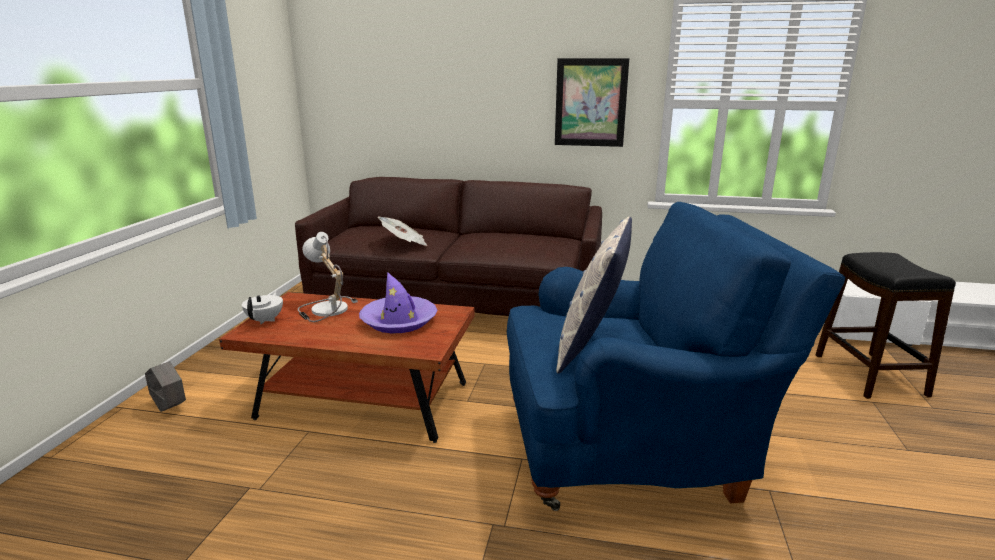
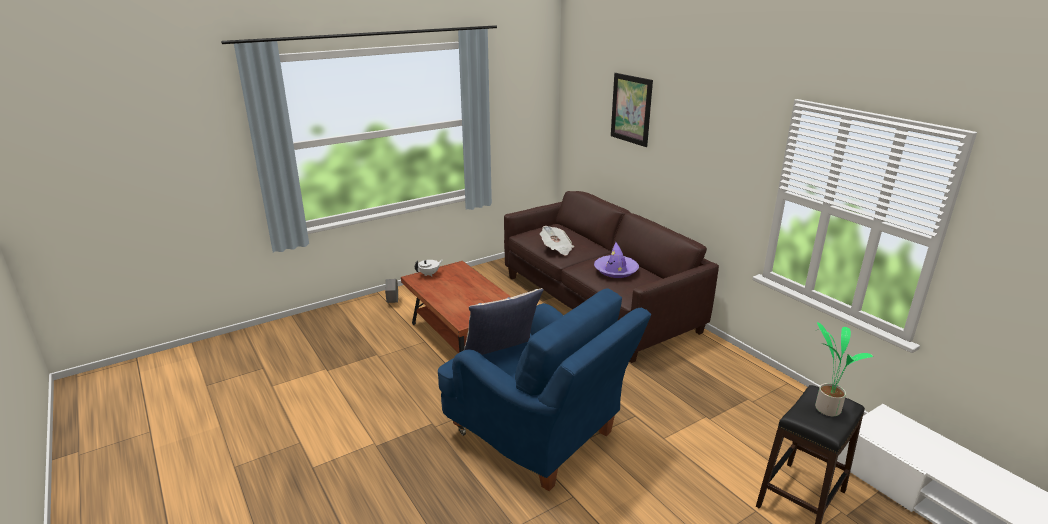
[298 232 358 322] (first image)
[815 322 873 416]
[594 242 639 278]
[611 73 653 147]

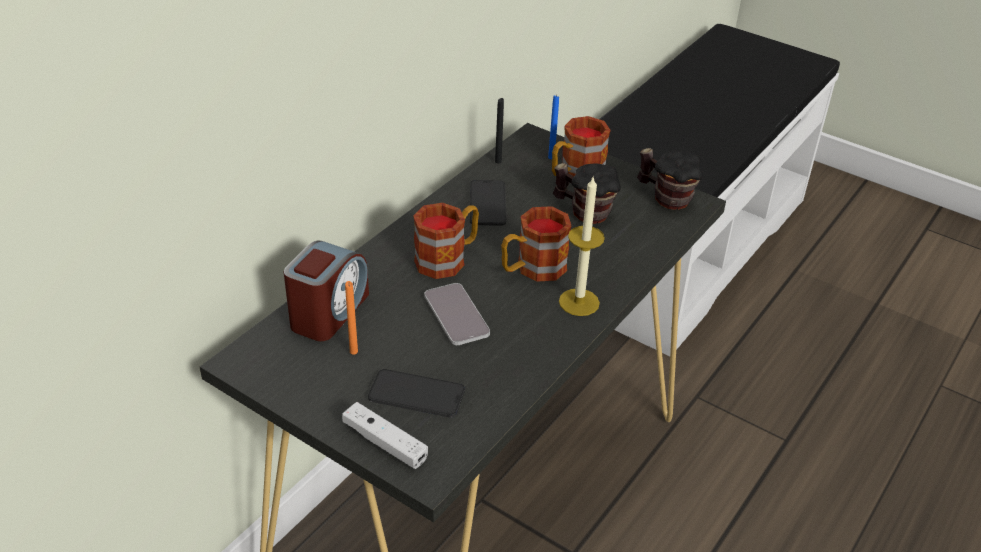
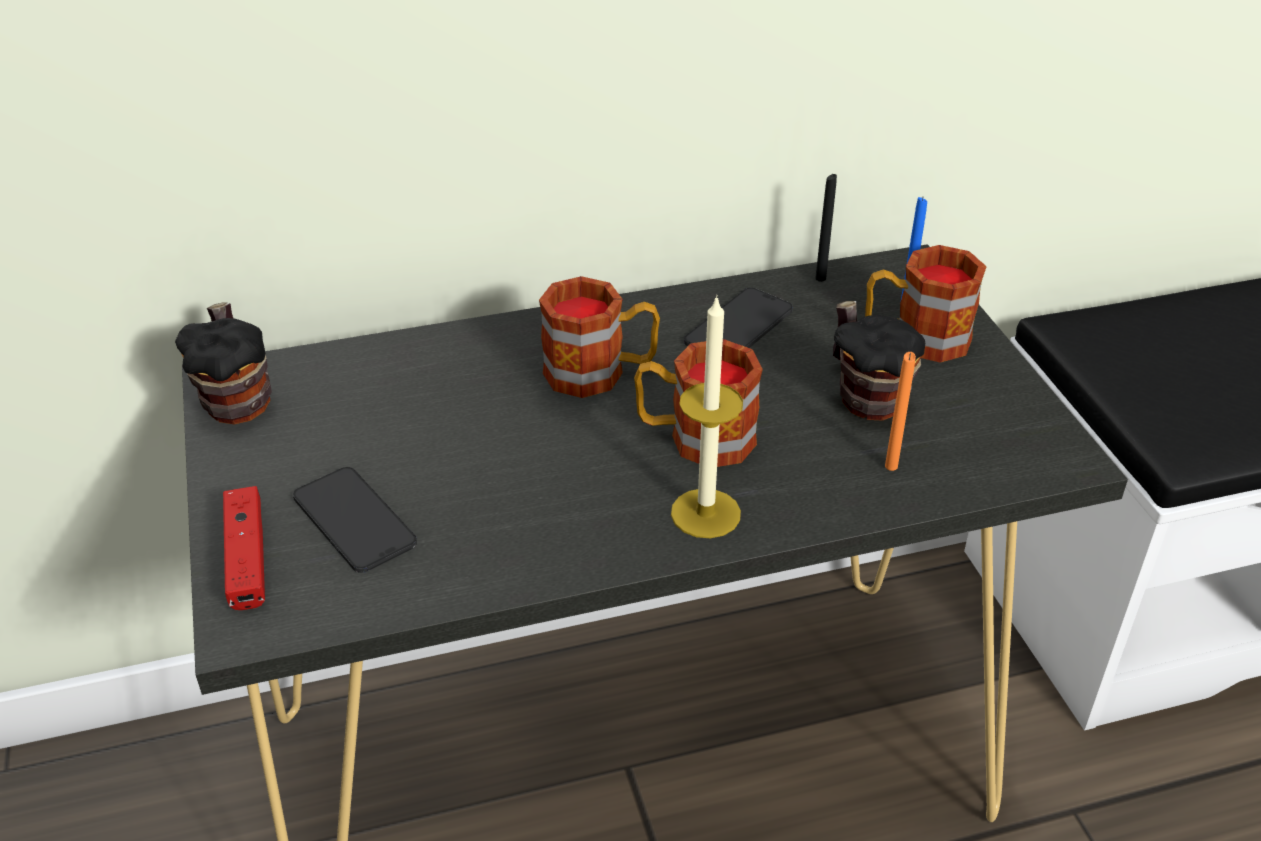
[284 240 369 341] (first image)
[424 283 490 345] (first image)
[885 352 916 471]
[175 302 272 424]
[223 486 265 610]

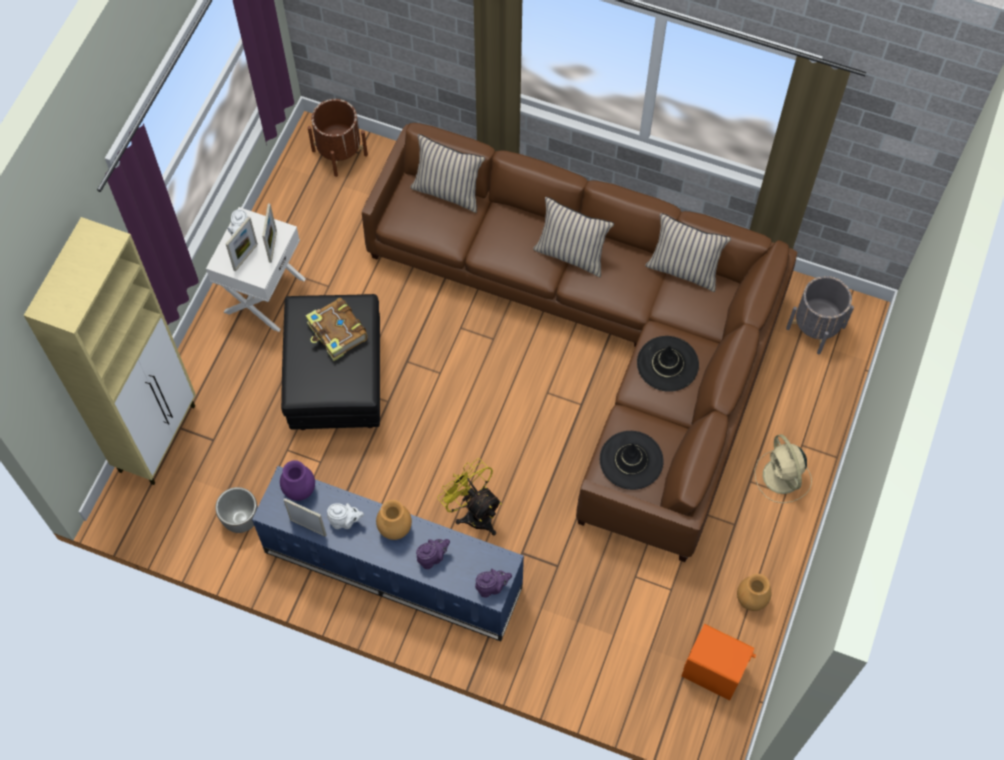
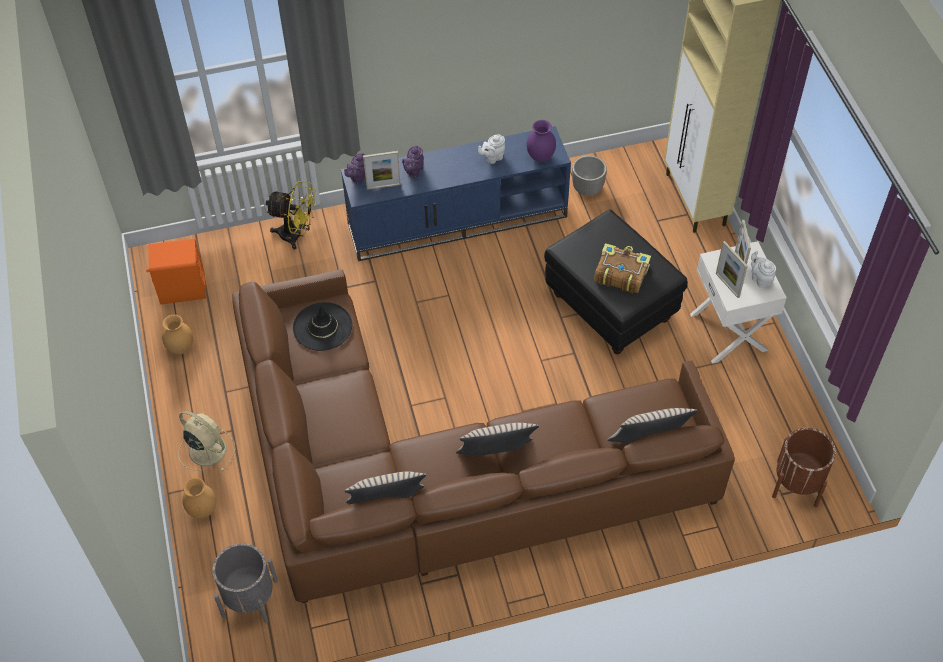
[637 336 699 392] (first image)
[363 151 401 190]
[183 478 216 519]
[265 181 316 250]

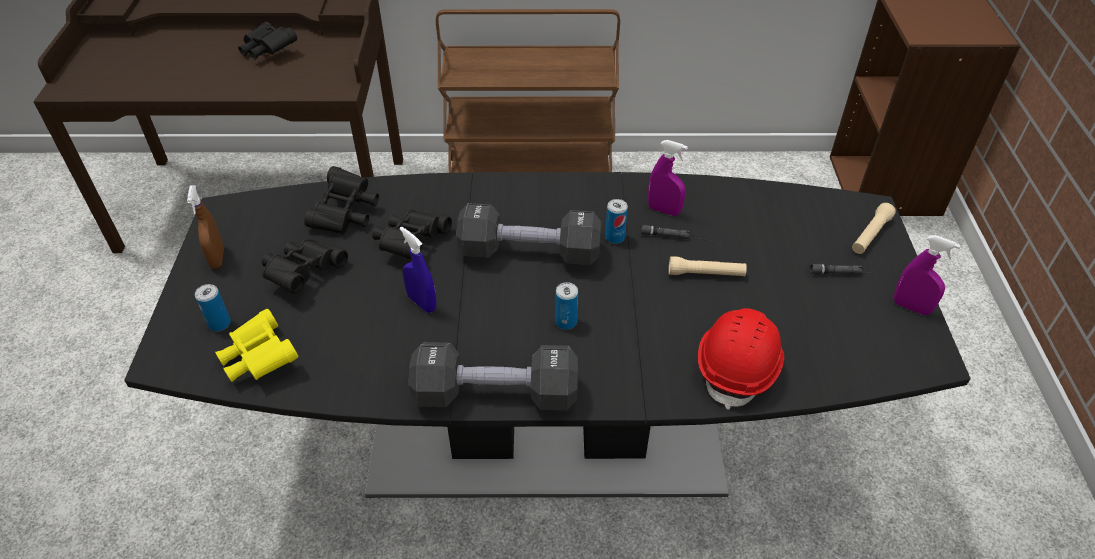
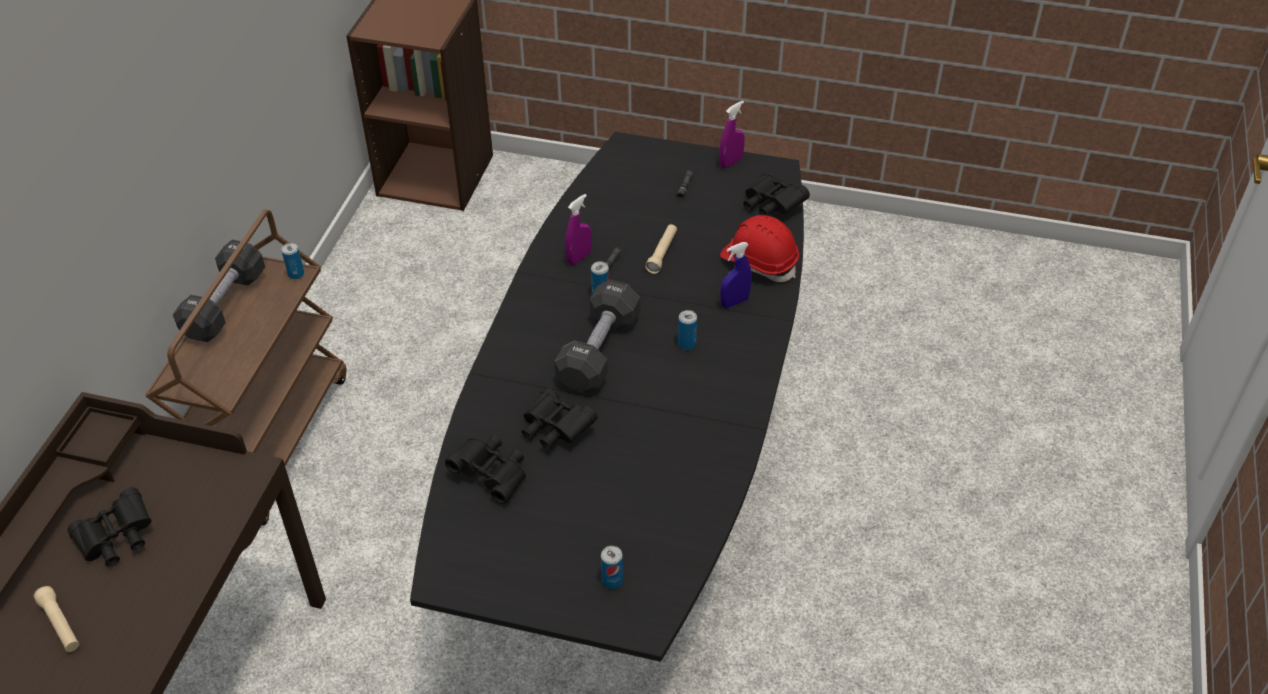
[187 185 224 269] (first image)
[215 309 298 382] (first image)
[282 243 304 279]
[743 171 810 216]
[720 242 751 308]
[173 240 265 342]
[34 586 79 652]

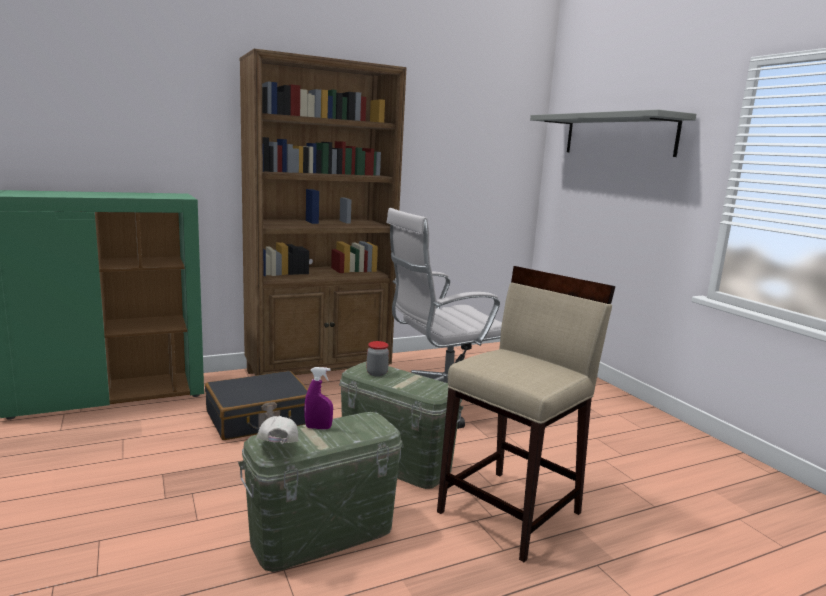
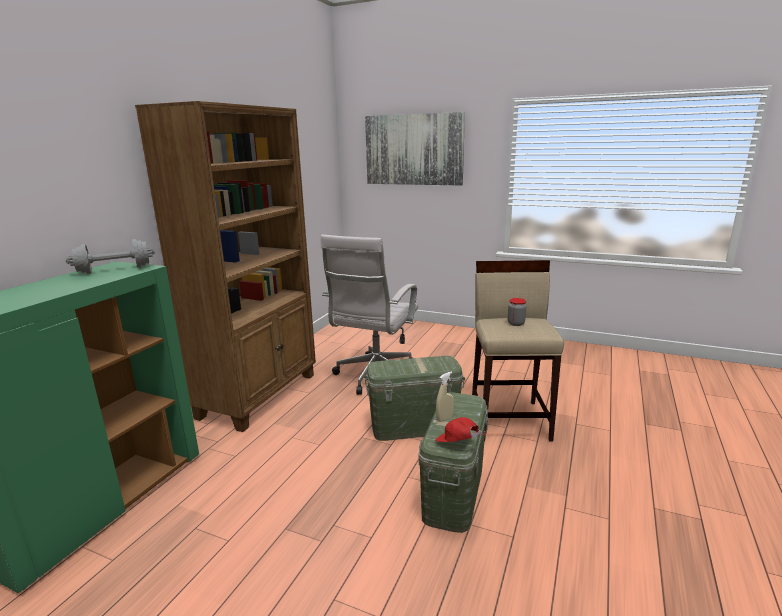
[205 371 308 440] (first image)
[66 239 155 274]
[508 298 526 326]
[365 112 465 186]
[435 417 487 442]
[436 371 454 422]

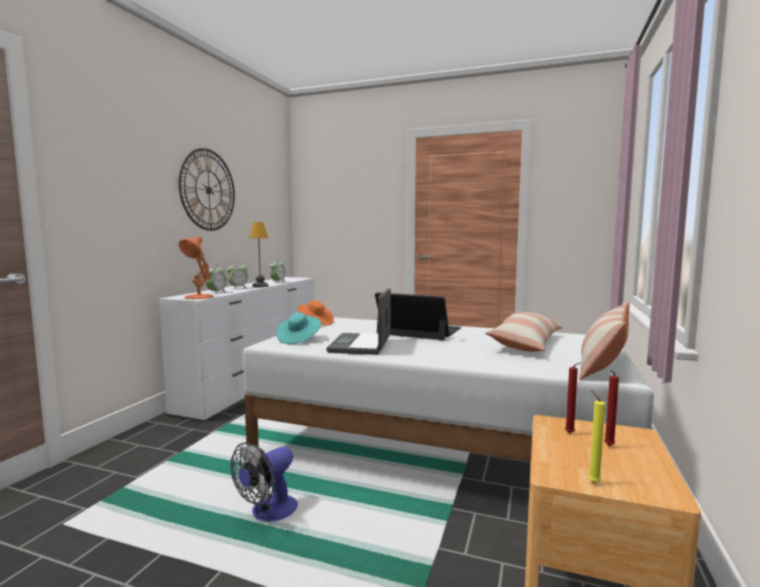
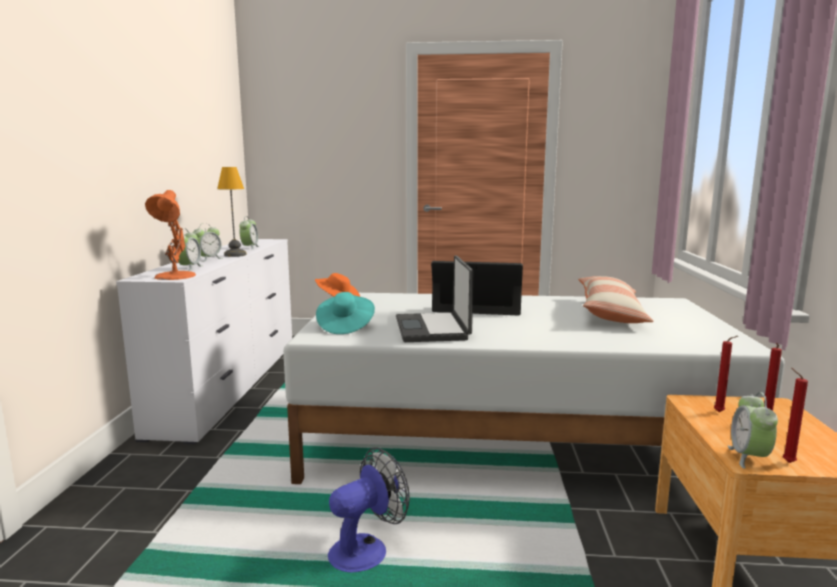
[179 148 235 231] (first image)
[579 301 630 380] (first image)
[728 392 778 469]
[783 368 808 463]
[328 447 410 572]

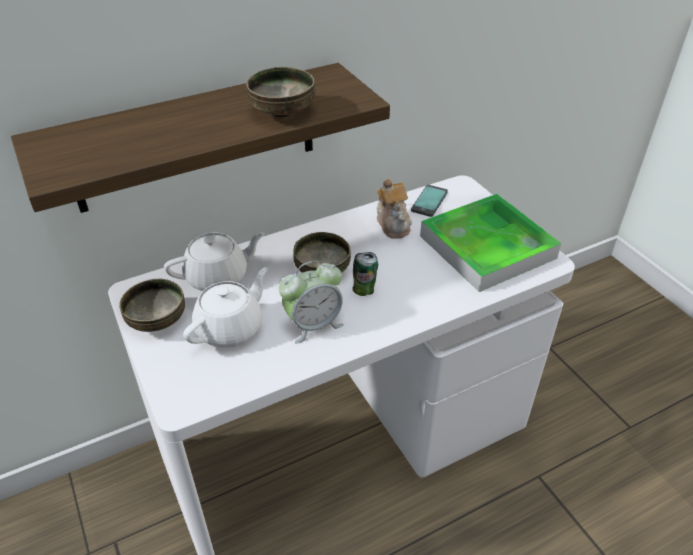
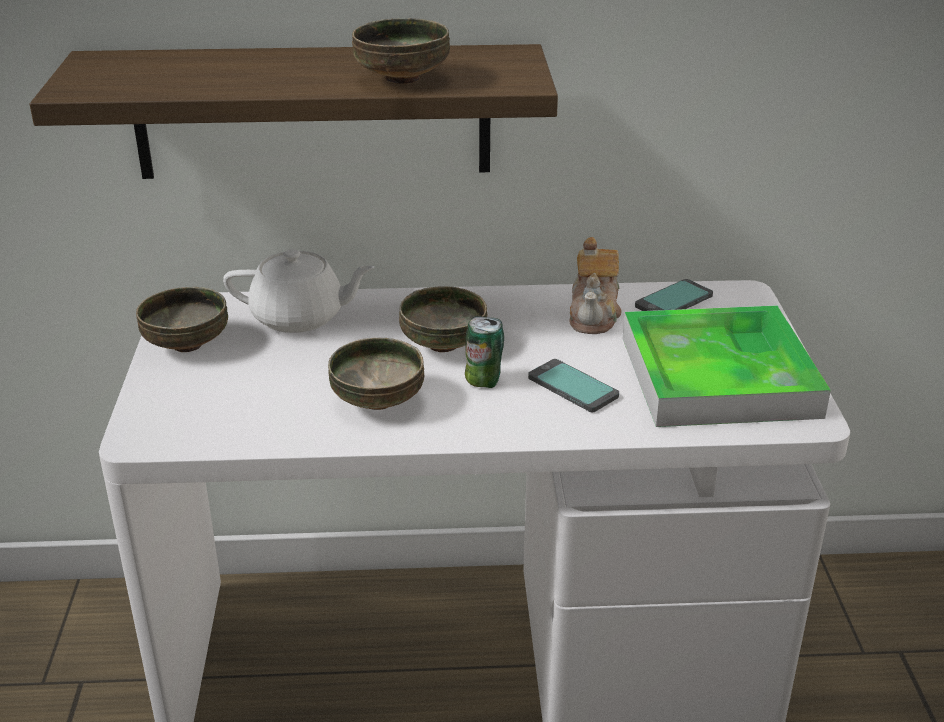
[183 267 268 347] (first image)
[528 359 619 412]
[328 338 424 410]

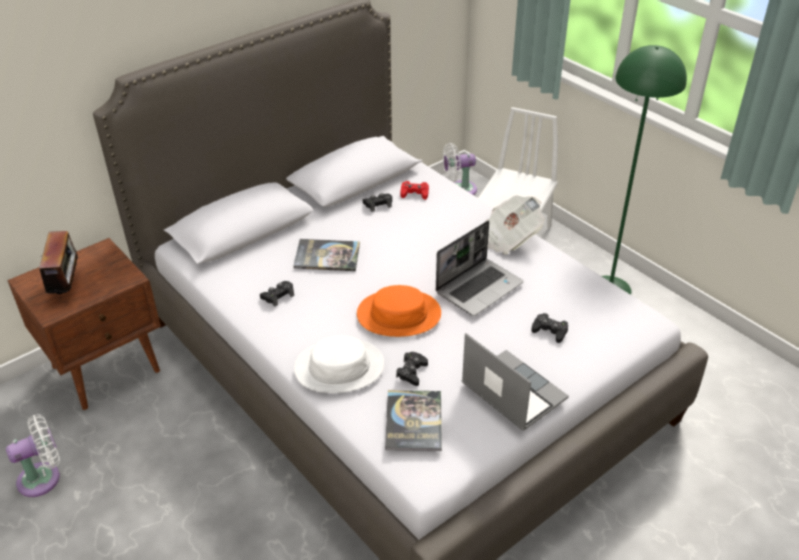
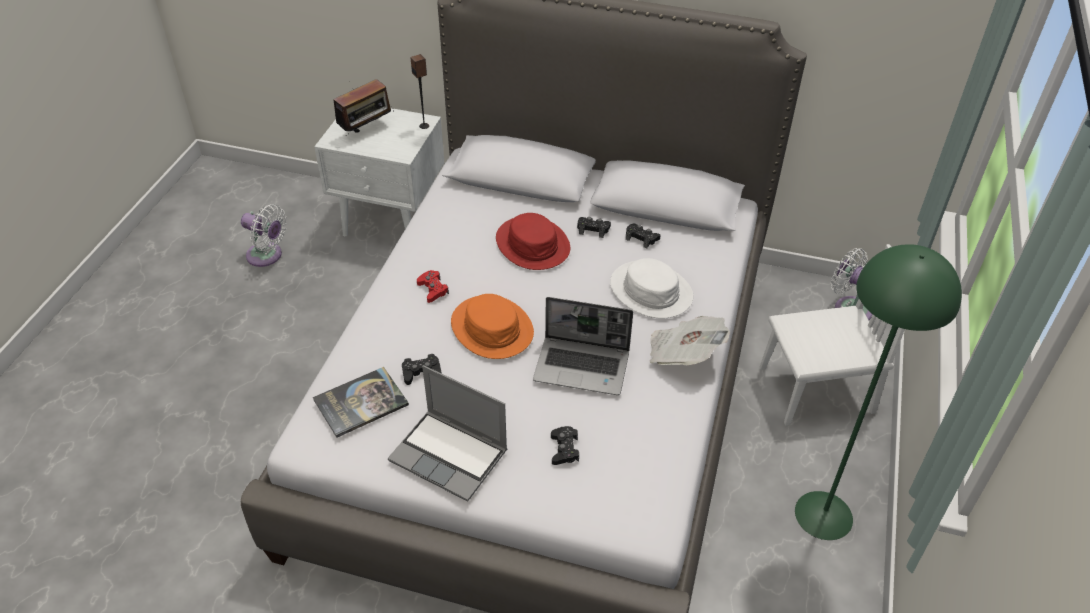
[410 54 429 129]
[577 217 611 238]
[610 258 693 319]
[417 270 449 303]
[496 213 571 270]
[314 108 444 237]
[388 365 507 502]

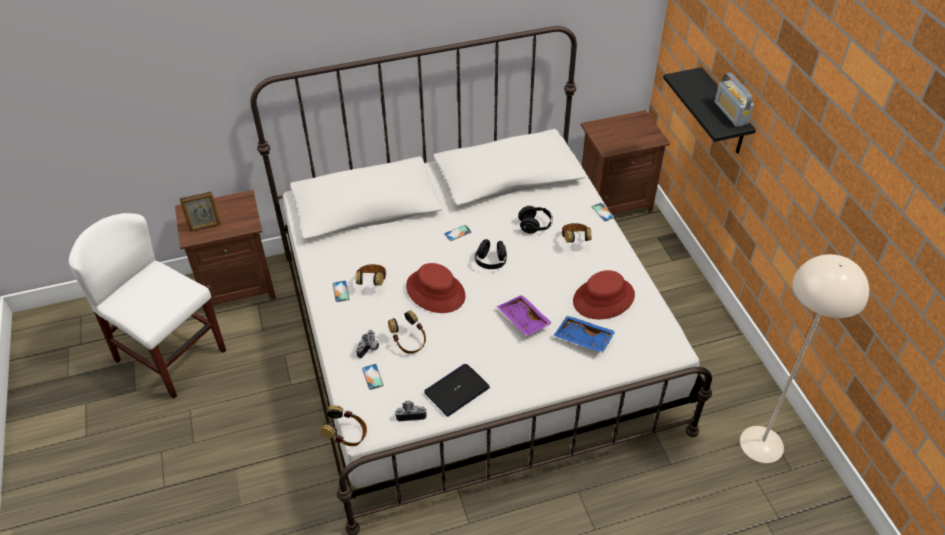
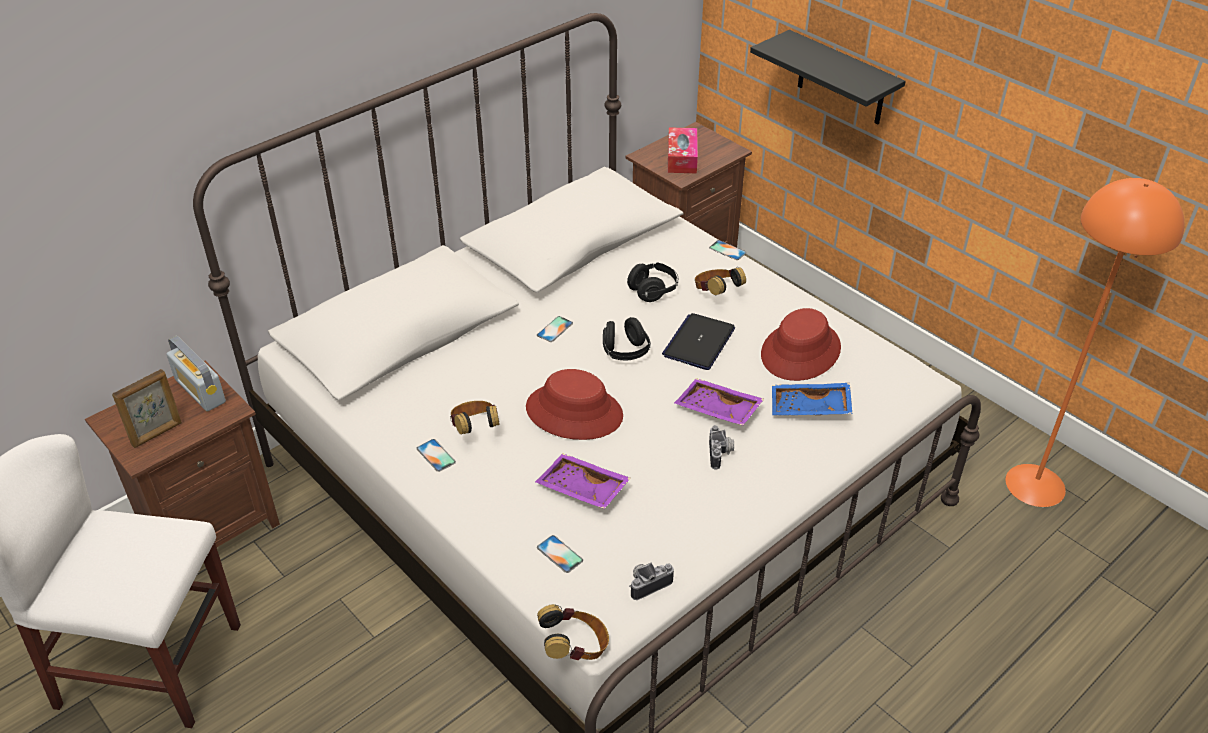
[668 127 698 173]
[709 425 734 470]
[662 313 735 370]
[167 336 226 411]
[535 453 631 509]
[1005 178 1184 507]

